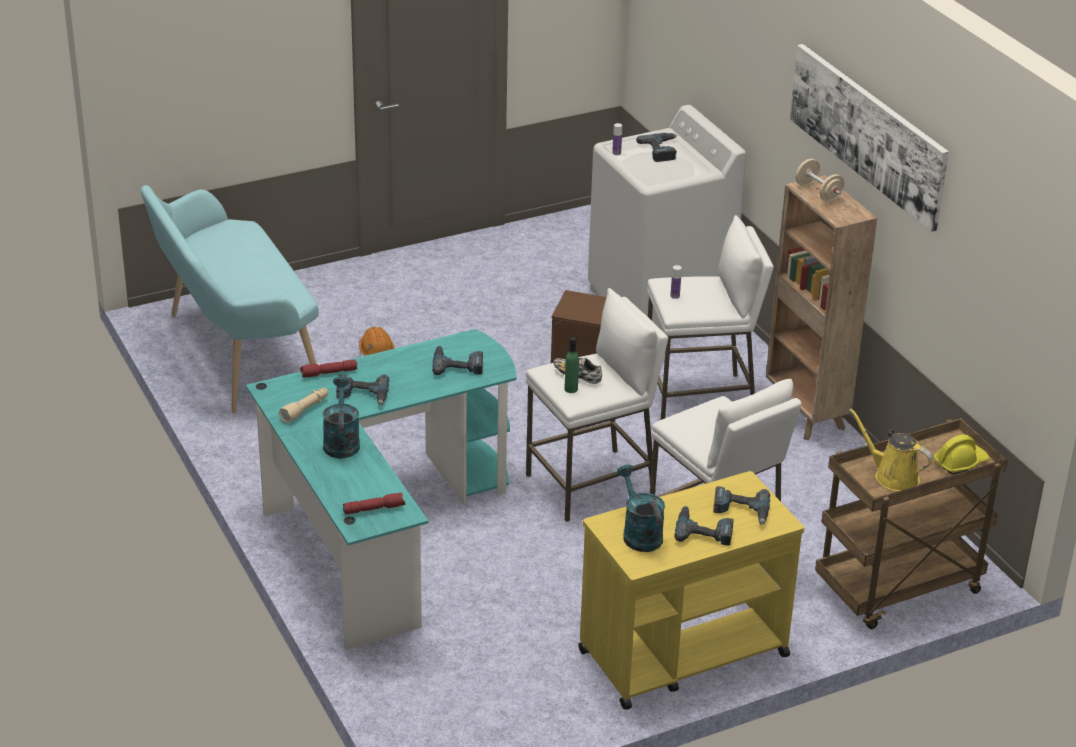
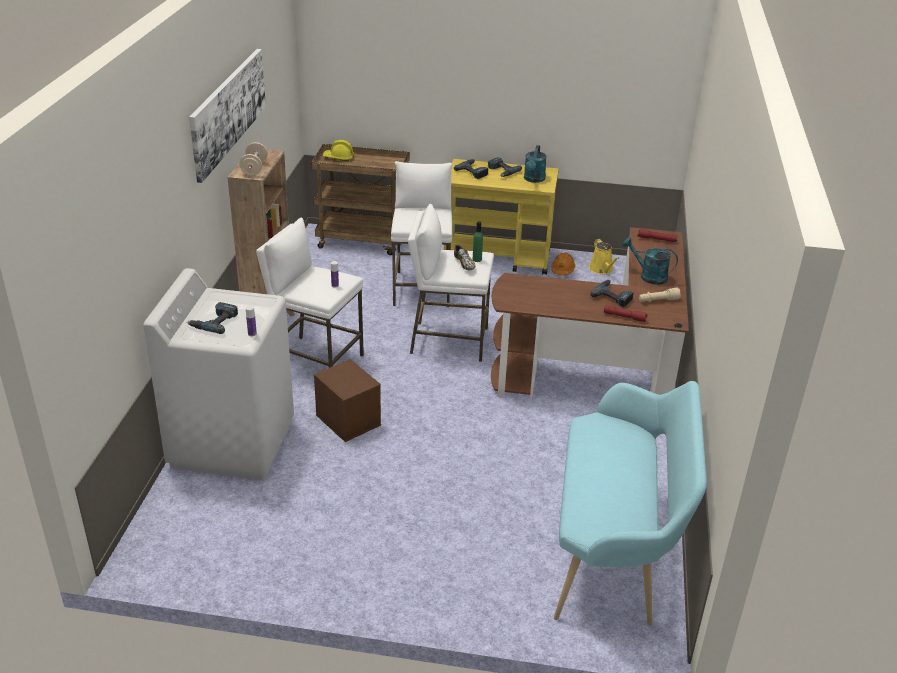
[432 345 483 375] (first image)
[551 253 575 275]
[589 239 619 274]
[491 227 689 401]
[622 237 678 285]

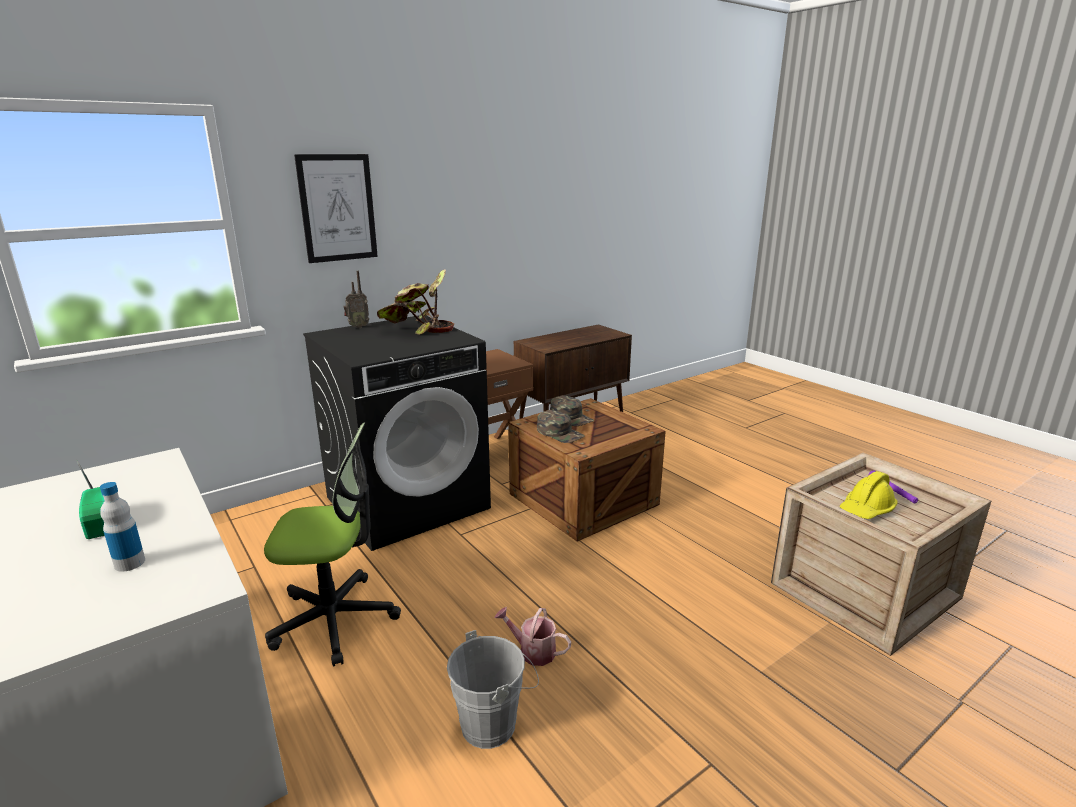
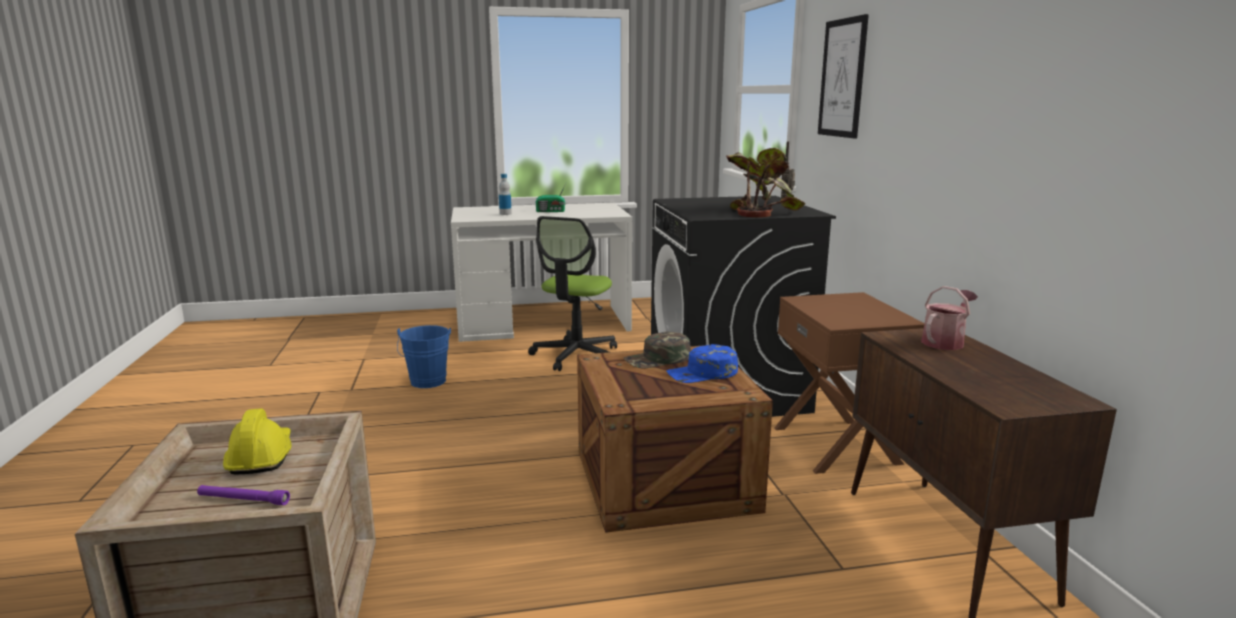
[921 286 978 350]
[397 325 451 388]
[666 344 738 383]

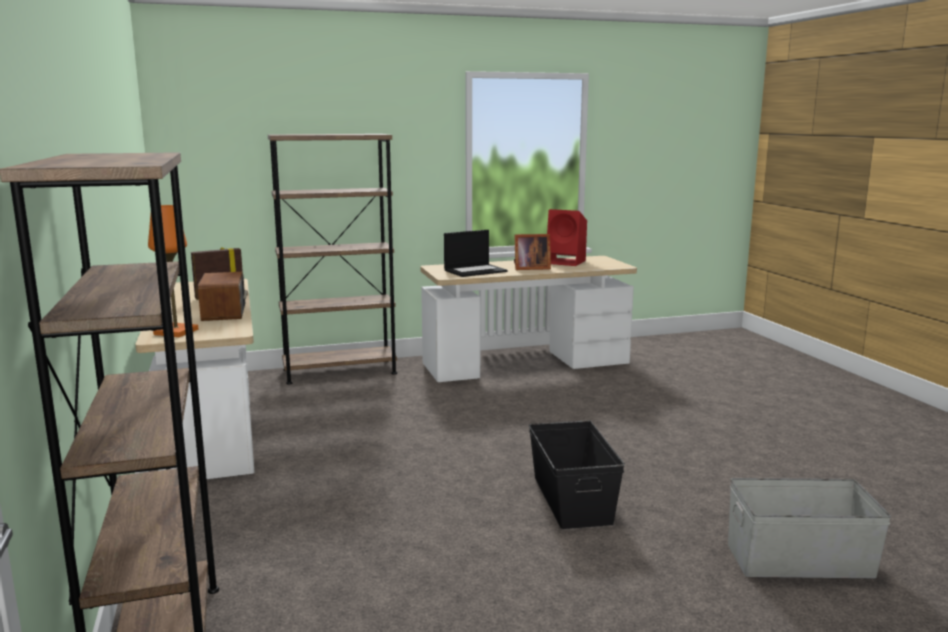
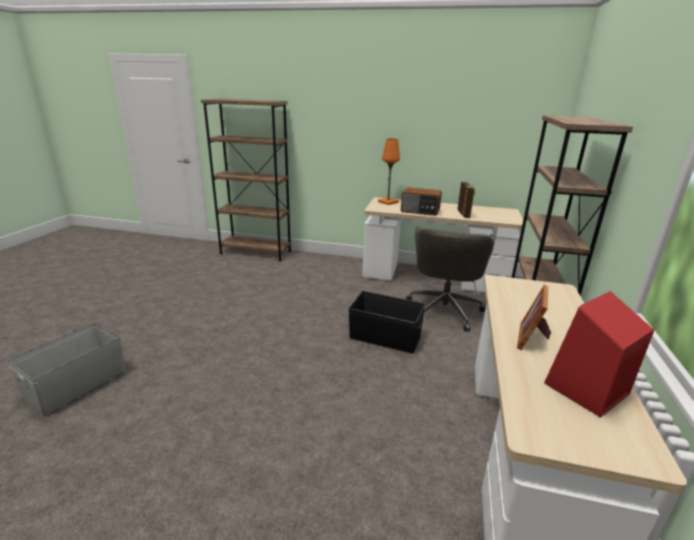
[444 230 508 277] (first image)
[406 226 496 332]
[348 291 425 353]

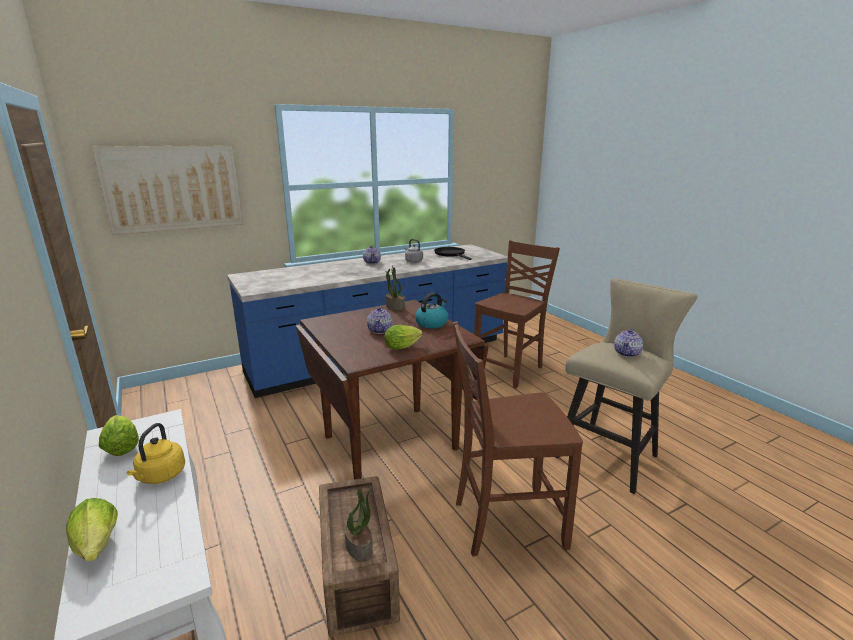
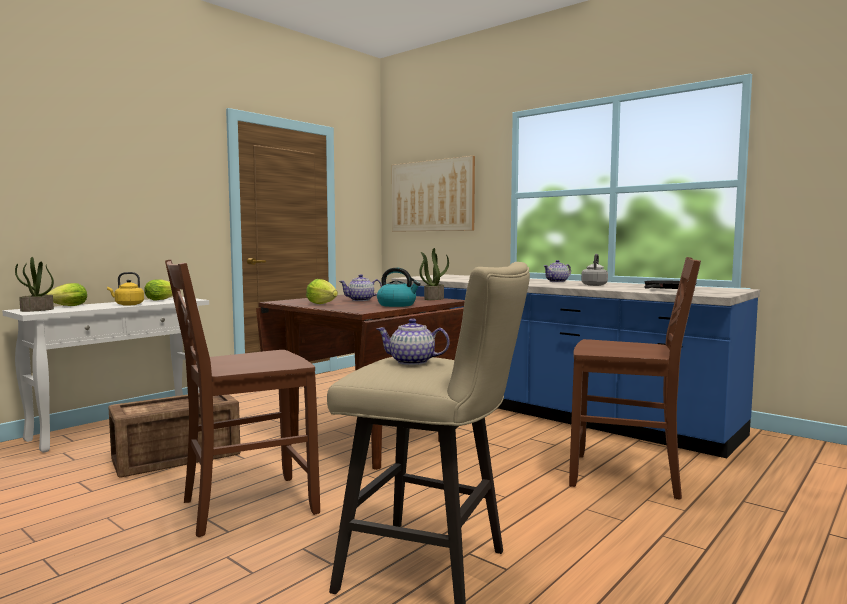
[15 257 54 312]
[165 260 320 537]

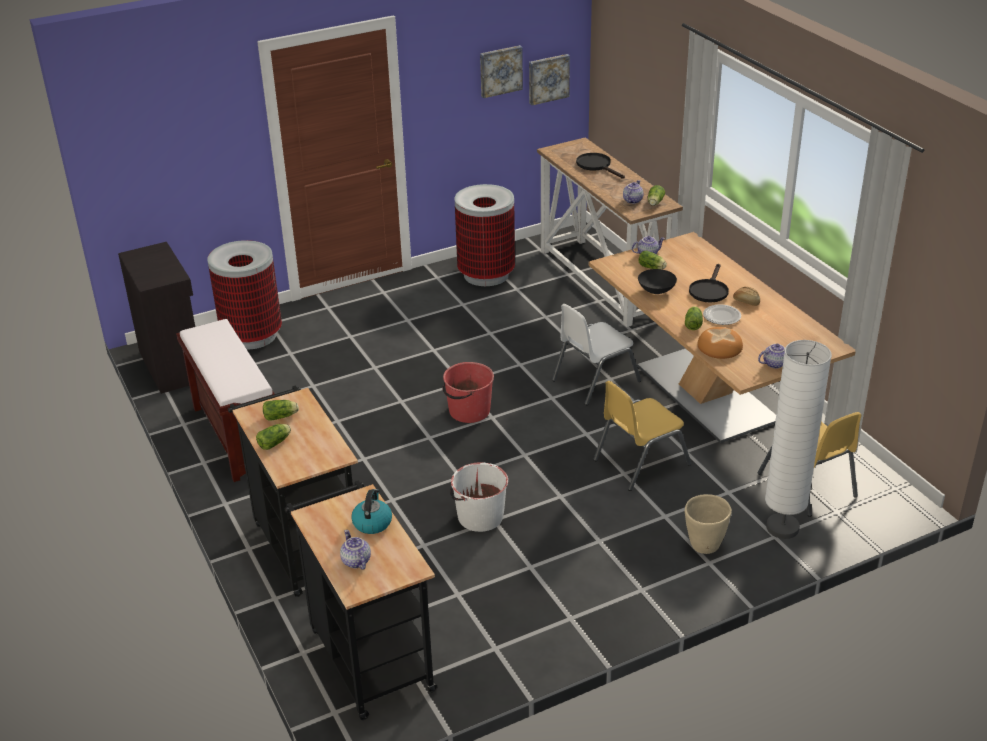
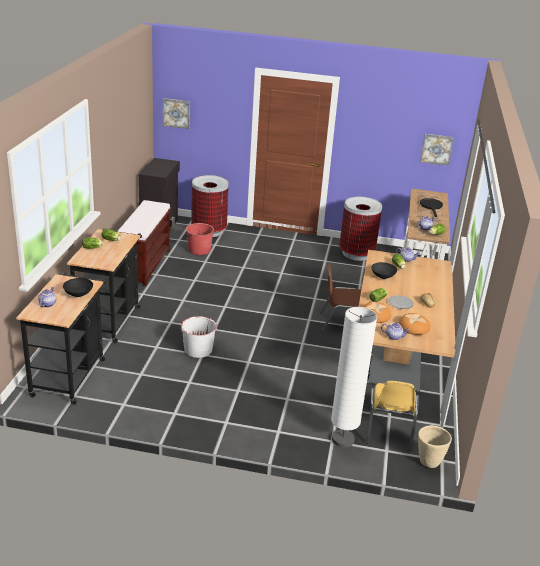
[593 381 691 491] (first image)
[689 264 729 302] (first image)
[399 313 430 335]
[185 223 214 255]
[163 98 190 129]
[418 425 452 468]
[63 278 93 297]
[320 263 361 332]

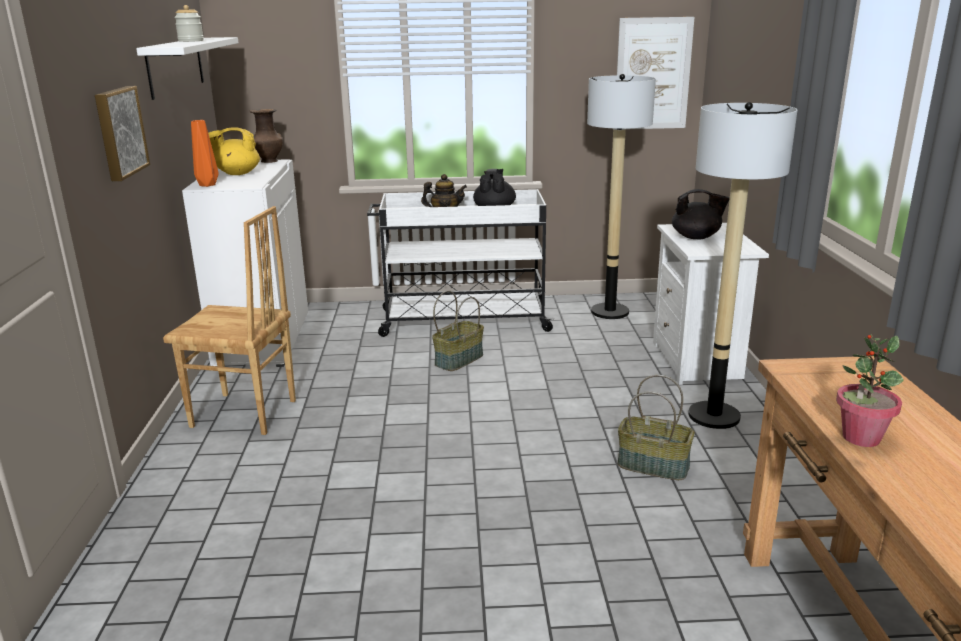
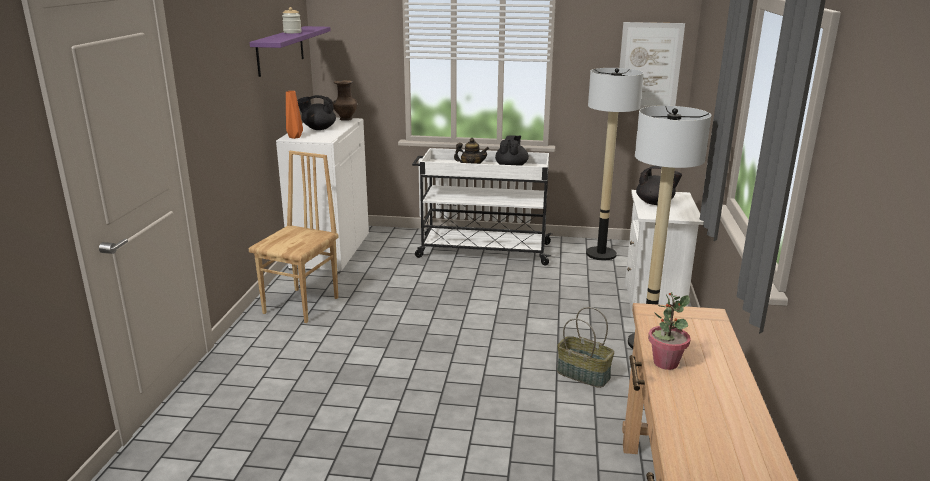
[95 86 150 181] (first image)
[432 290 484 371] (first image)
[250 26 331 77]
[297 95 336 130]
[249 151 339 323]

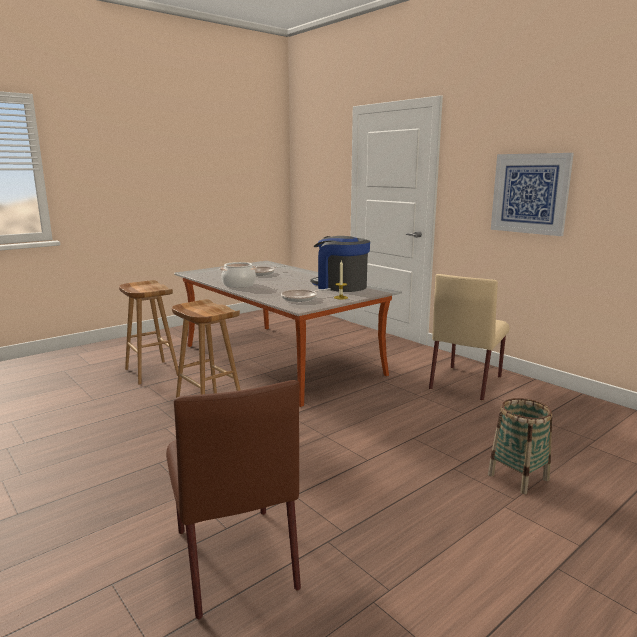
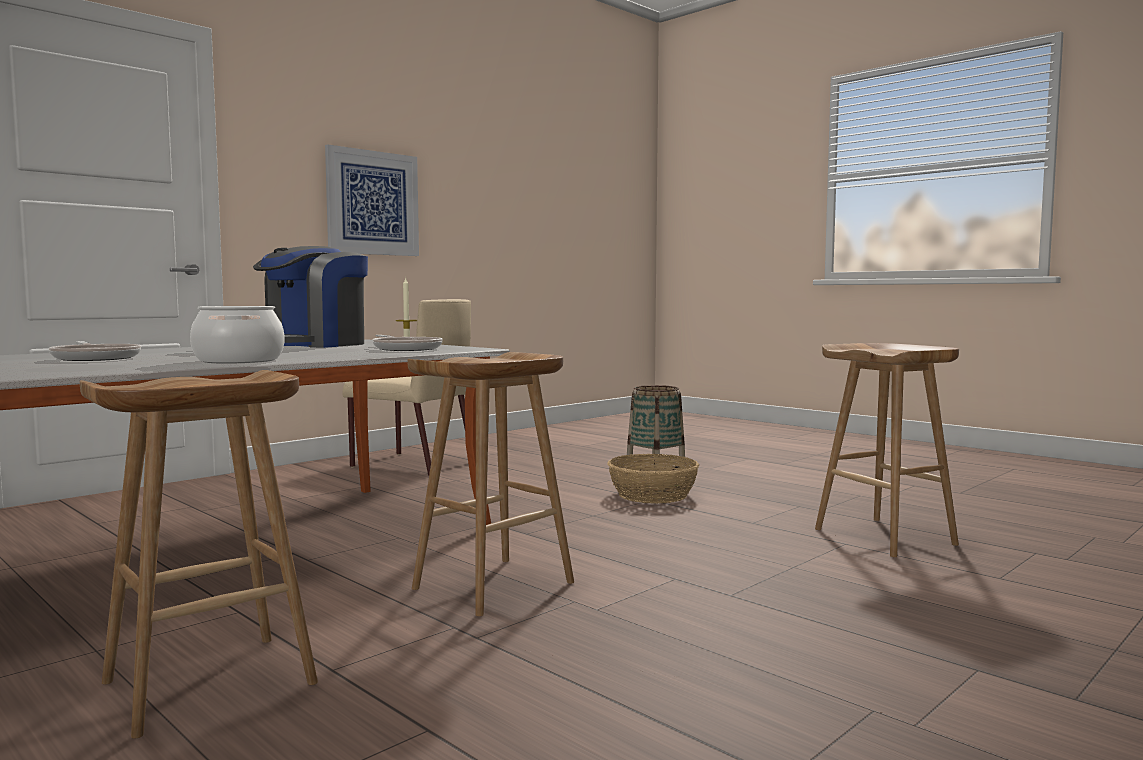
[607 454 699 504]
[815 343 959 557]

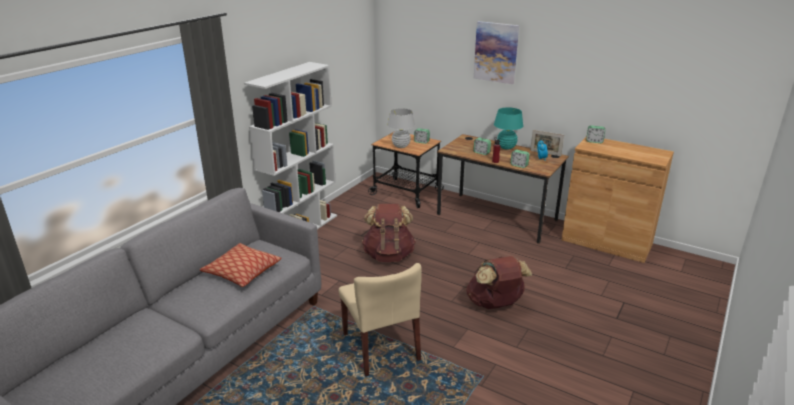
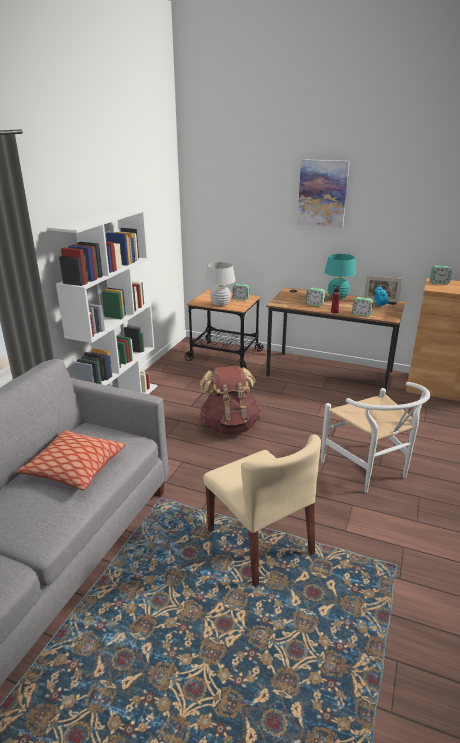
[321 382 430 493]

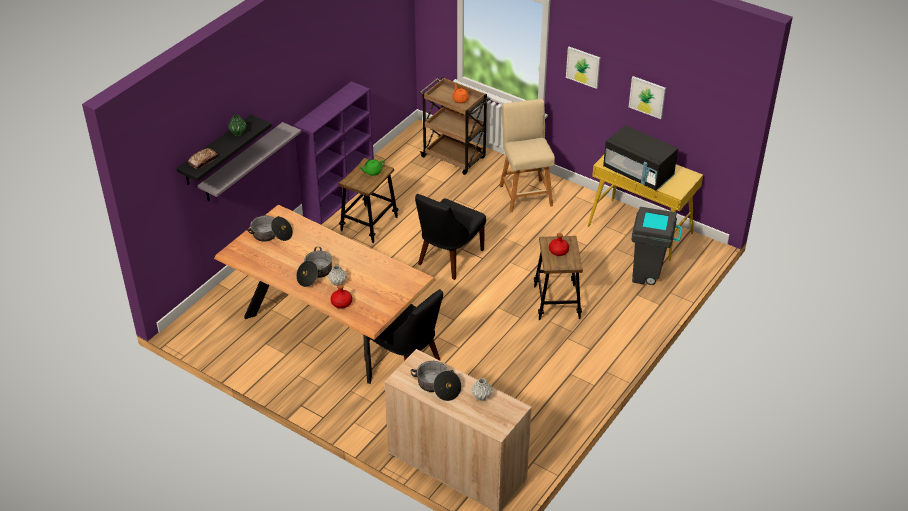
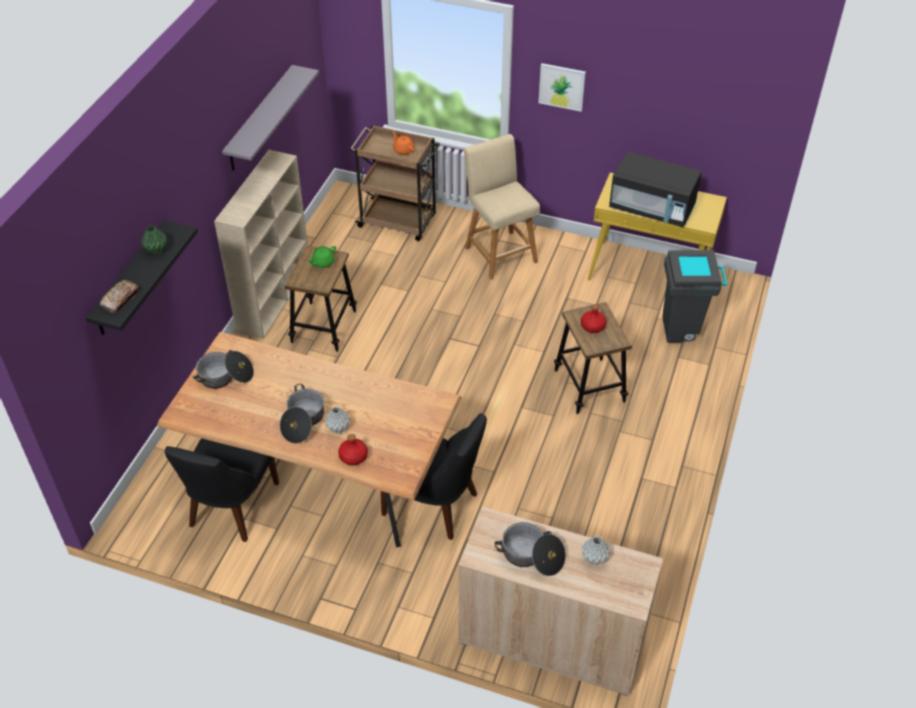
[629 76 666 119] (first image)
[222 65 319 171]
[165 438 279 542]
[214 150 308 339]

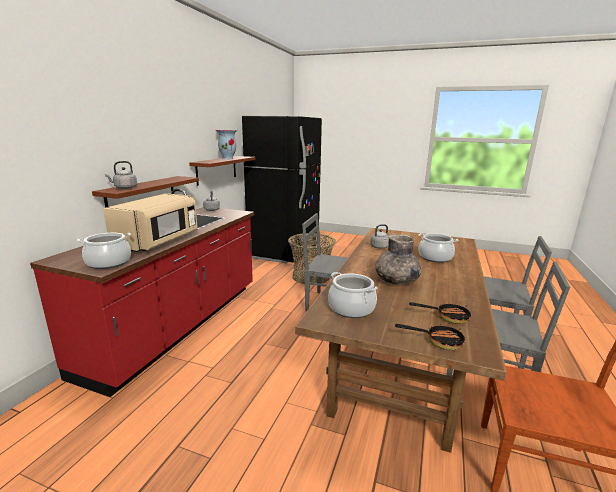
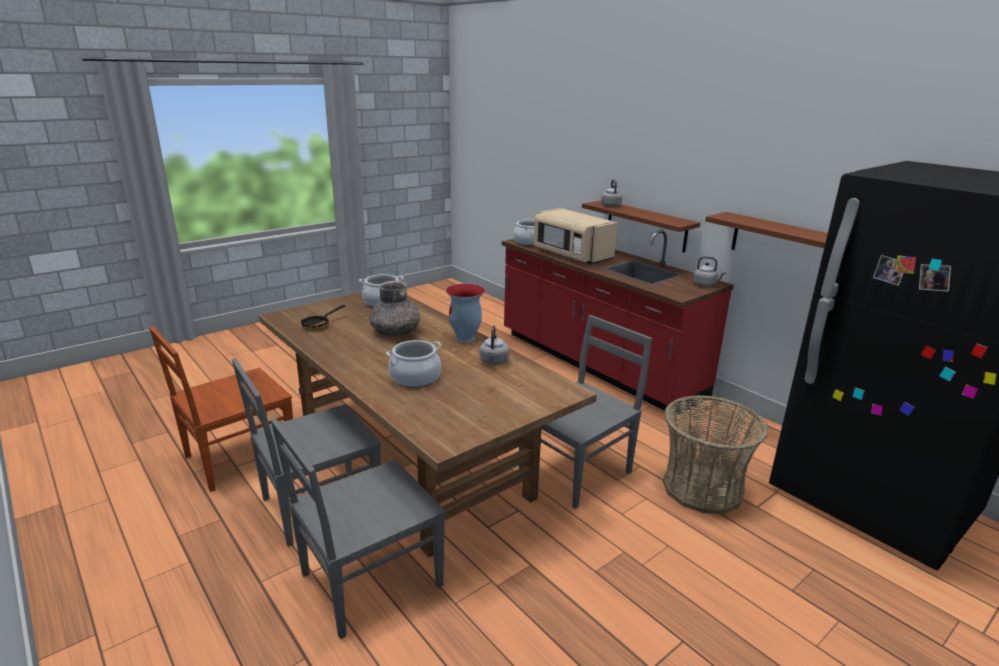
[395 324 465 350] (first image)
[445 284 485 343]

